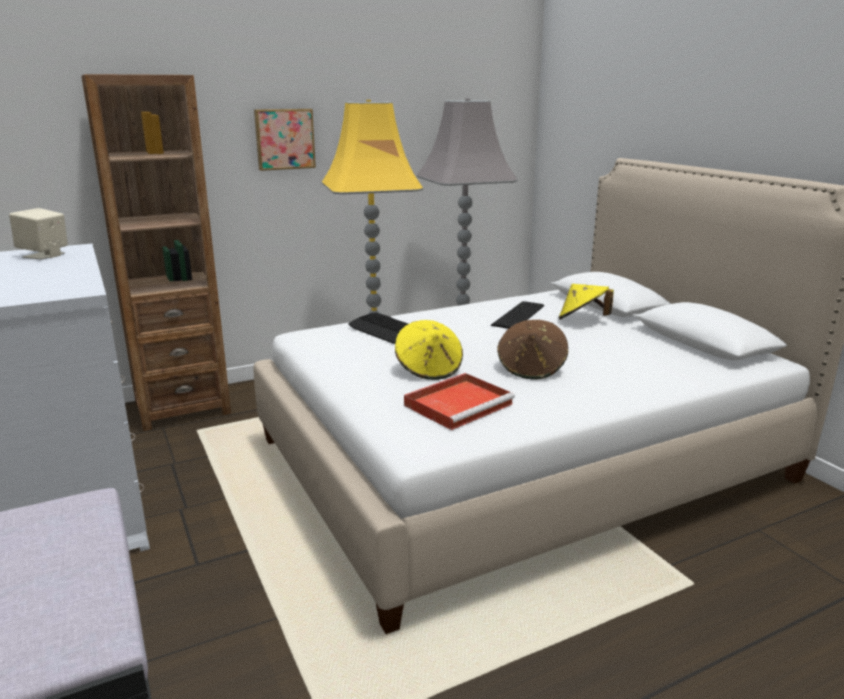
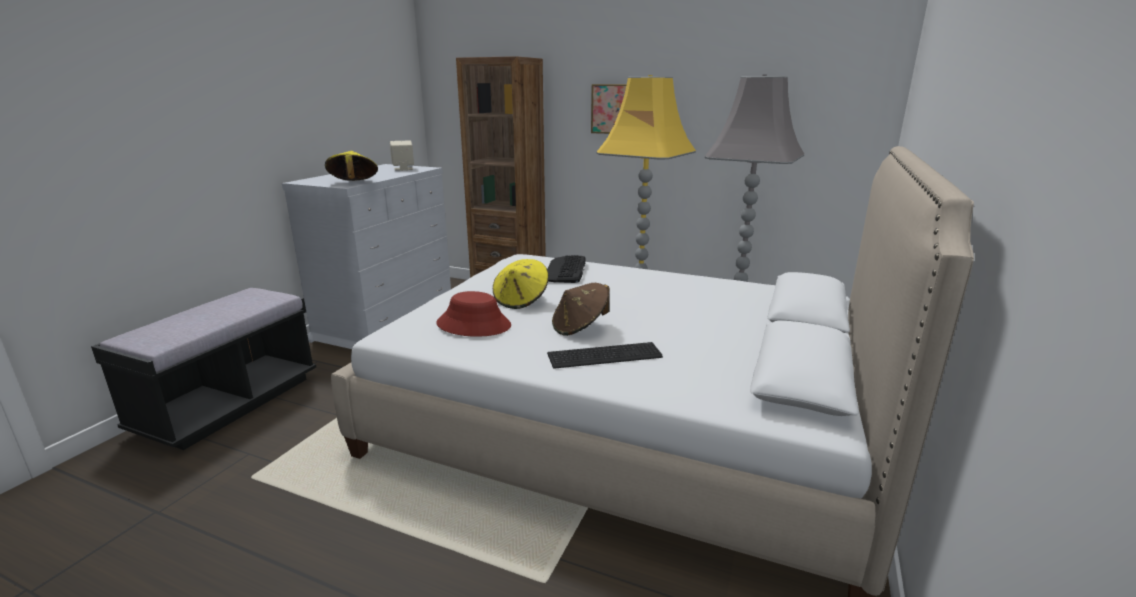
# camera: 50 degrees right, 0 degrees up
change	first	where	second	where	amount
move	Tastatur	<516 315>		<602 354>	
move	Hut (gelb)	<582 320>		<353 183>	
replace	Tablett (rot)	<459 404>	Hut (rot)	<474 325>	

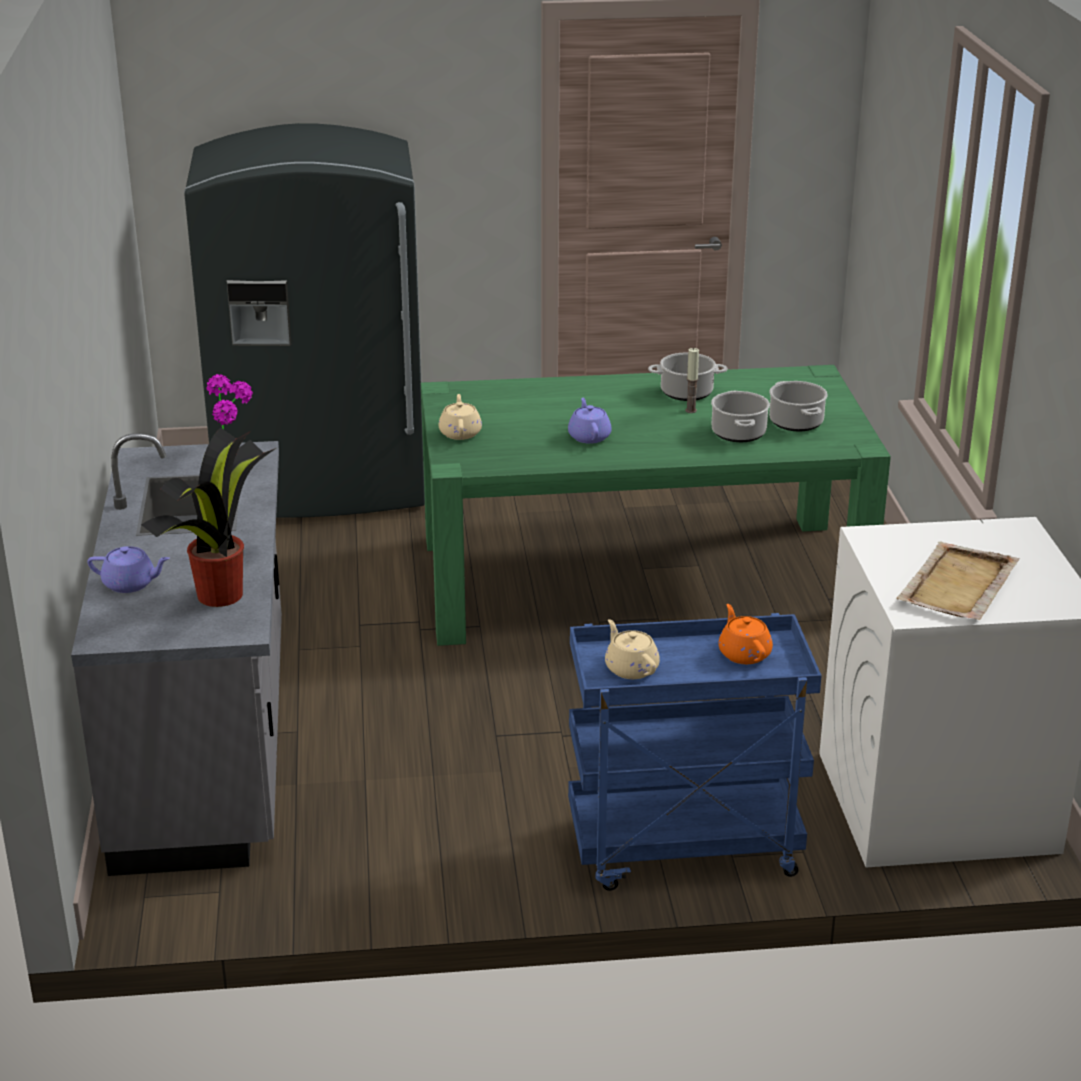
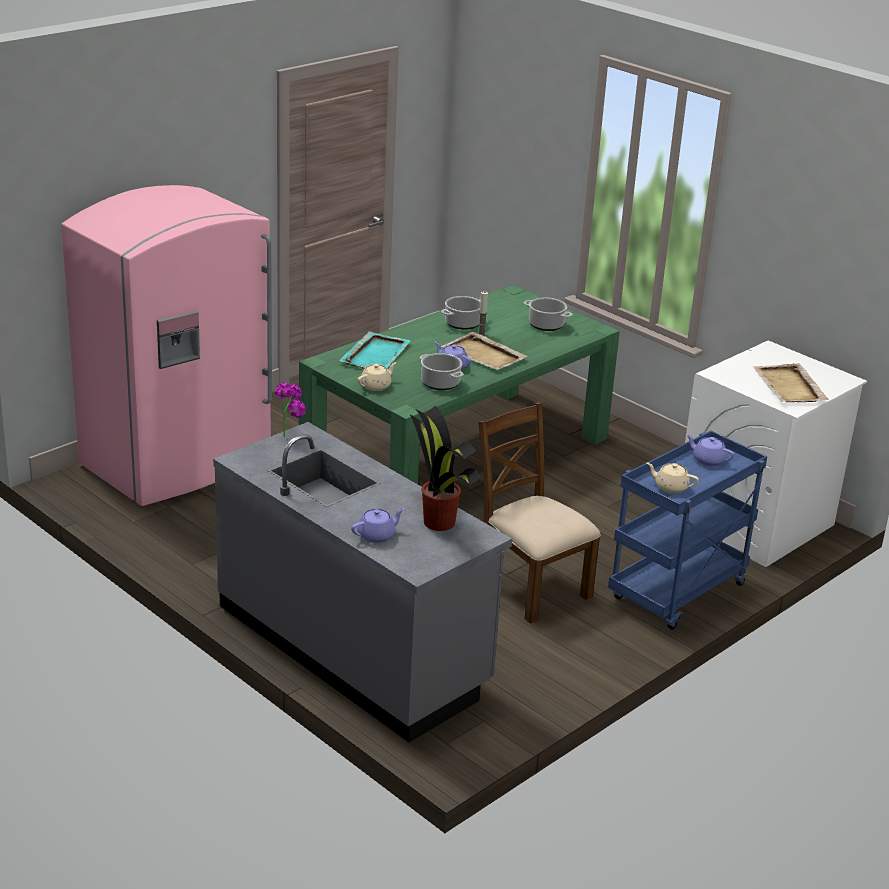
# camera: 40 degrees left, 0 degrees up
change	first	where	second	where	amount
insert			Tablett (türkis)	<376 354>	
insert			Tablett (beige)	<484 355>	
insert			Stuhl (braun)	<530 586>	
move	Kochtopf	<739 433>		<441 383>	
recolor	Kühlschrank (grau)	<322 485>	Kühlschrank (rosa)	<178 463>	
recolor	Teekanne (orange)	<744 653>	Teekanne (lila)	<708 460>	
rotate	Teekanne (beige)	<460 433>		<376 386>	90 degrees clockwise

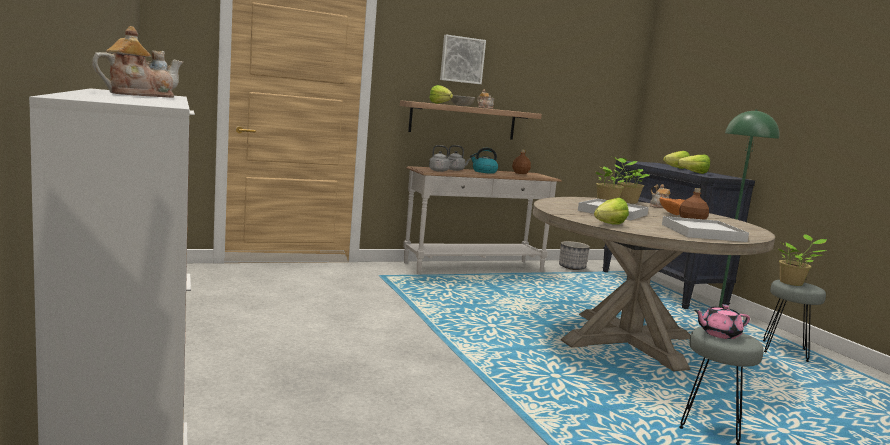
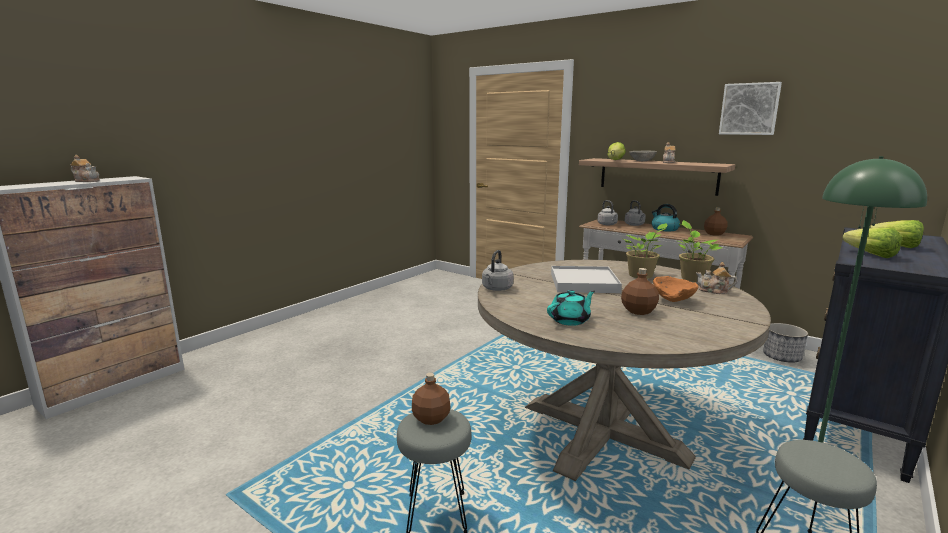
# camera: 60 degrees right, 5 degrees up
change	first	where	second	where	amount
delete	Topfpflanze	<792 283>			
move	Bild	<462 60>		<749 109>	
replace	Salatkopf	<606 225>	Wasserkessel (grau)	<496 289>	
replace	Tablett (weiß)	<702 233>	Teekanne (türkis)	<570 320>	
replace	Teekanne (rosa)	<718 334>	Flasche (braun)	<430 418>	

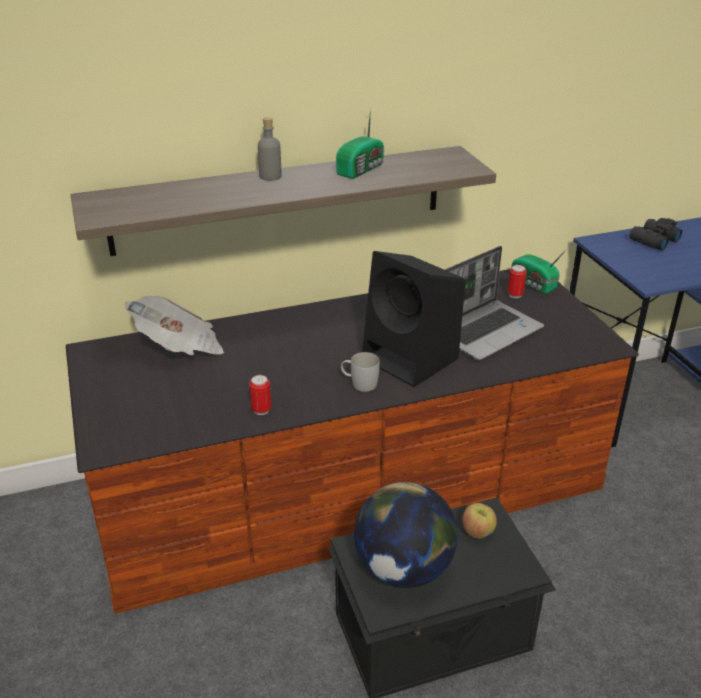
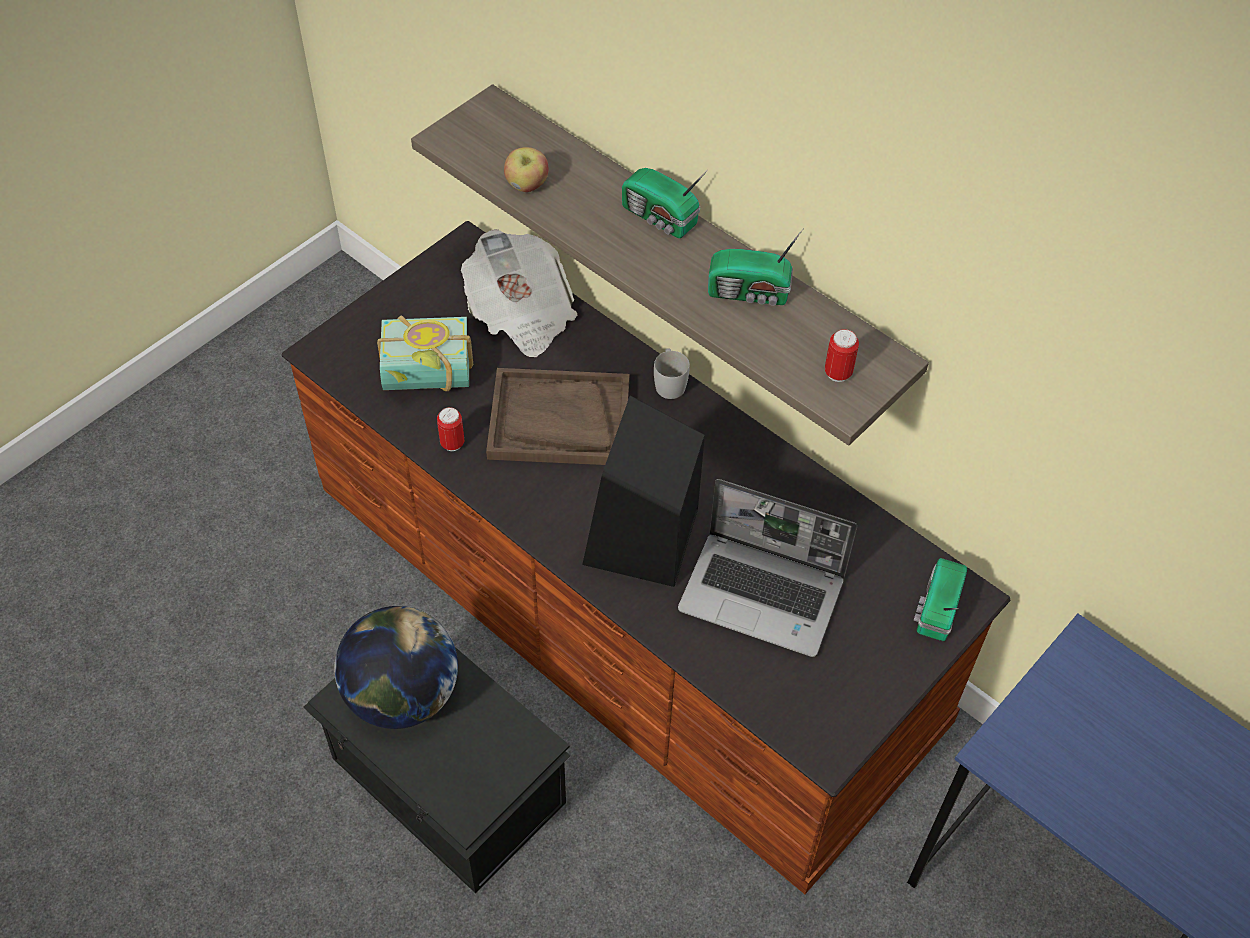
# camera: 60 degrees right, 20 degrees up
change	first	where	second	where	amount
delete	Fernglas (schwarz)	<652 241>			
insert			Buch	<427 379>	
insert			Tablett (braun)	<559 420>	
move	Henkelbecher (weiß)	<359 383>		<669 382>	
move	Apfel	<478 532>		<527 185>	
move	Dose	<515 295>		<838 373>	
replace	Flasche (grau)	<270 176>	Radio	<660 218>	

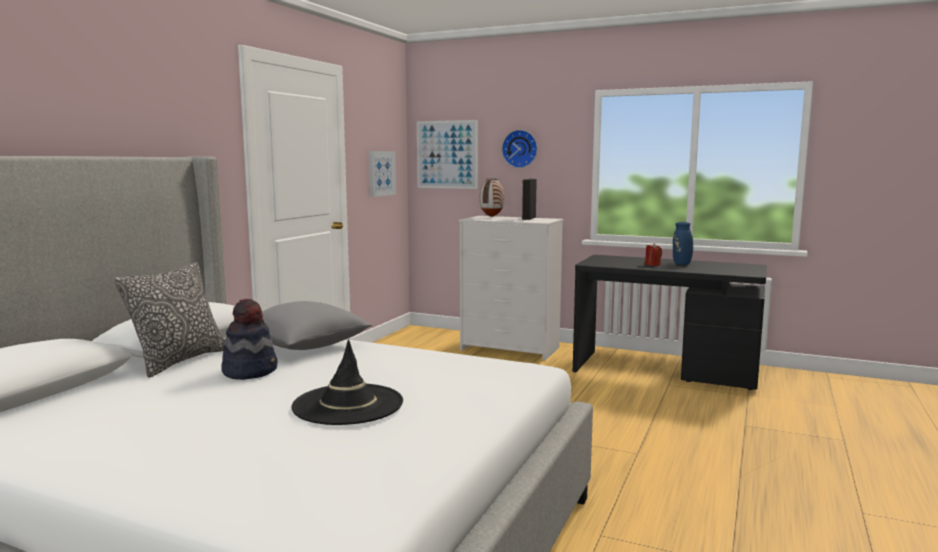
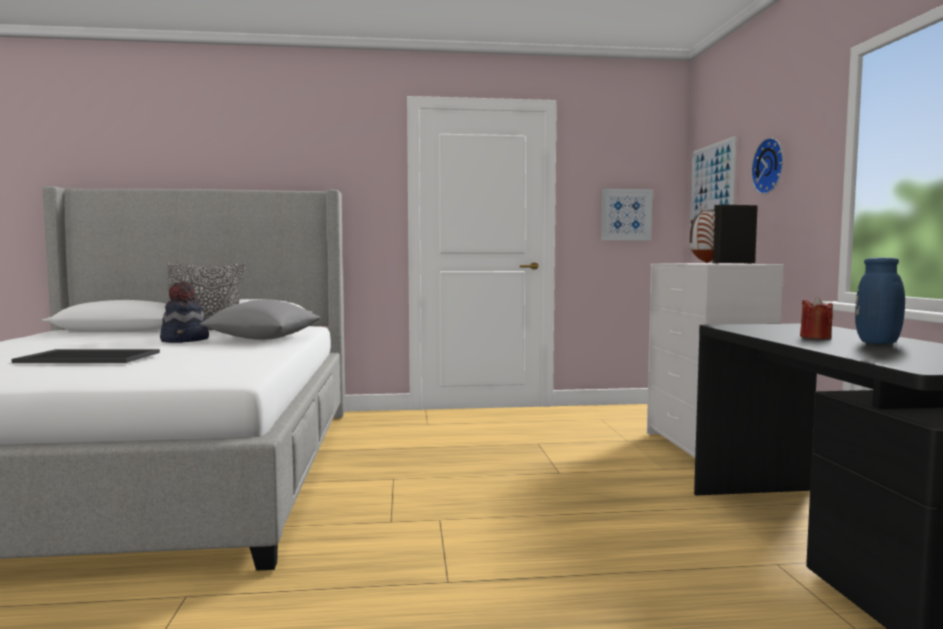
# camera: 60 degrees right, 5 degrees down
change	first	where	second	where	amount
replace	Hut (schwarz)	<348 405>	Tablett	<91 357>	

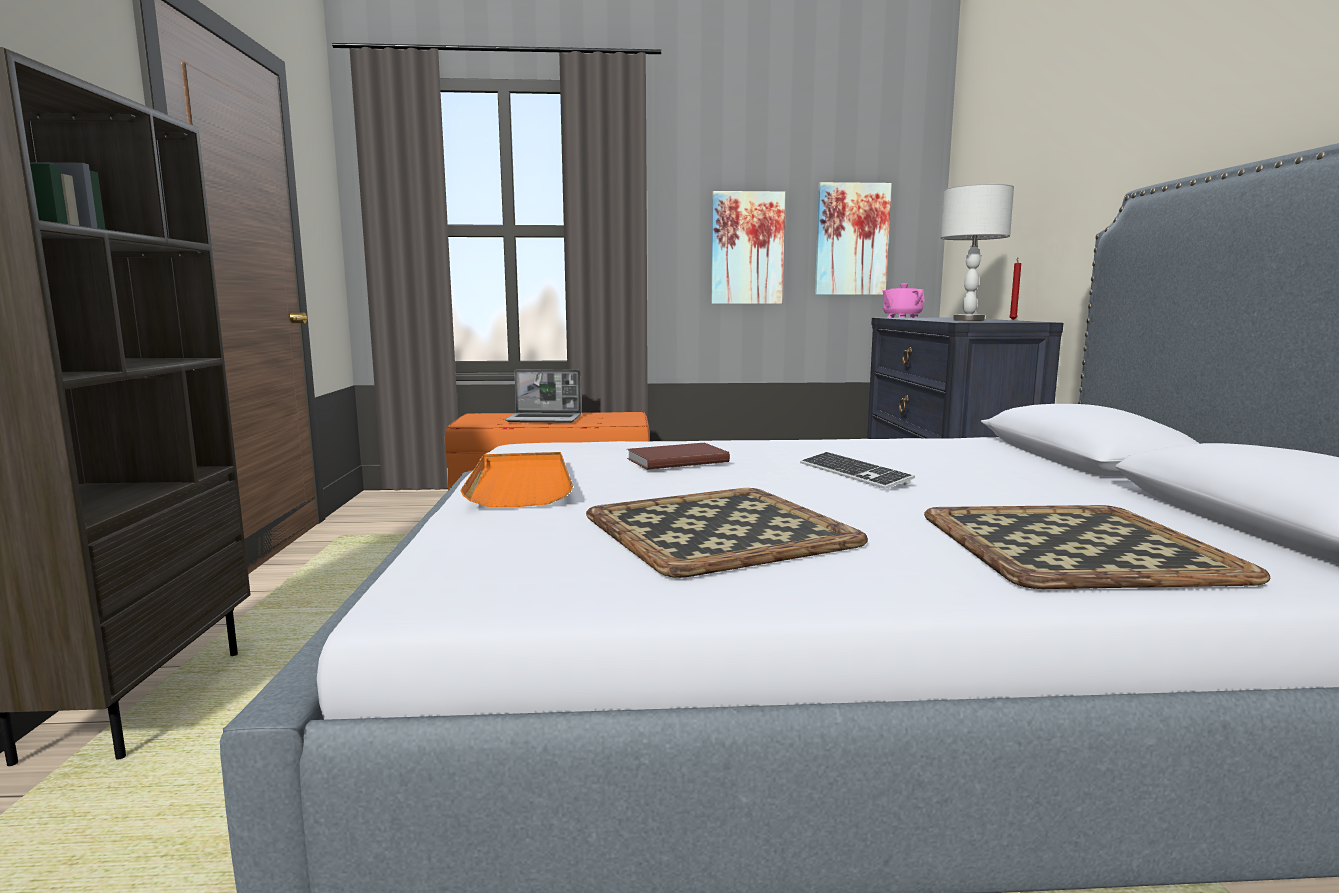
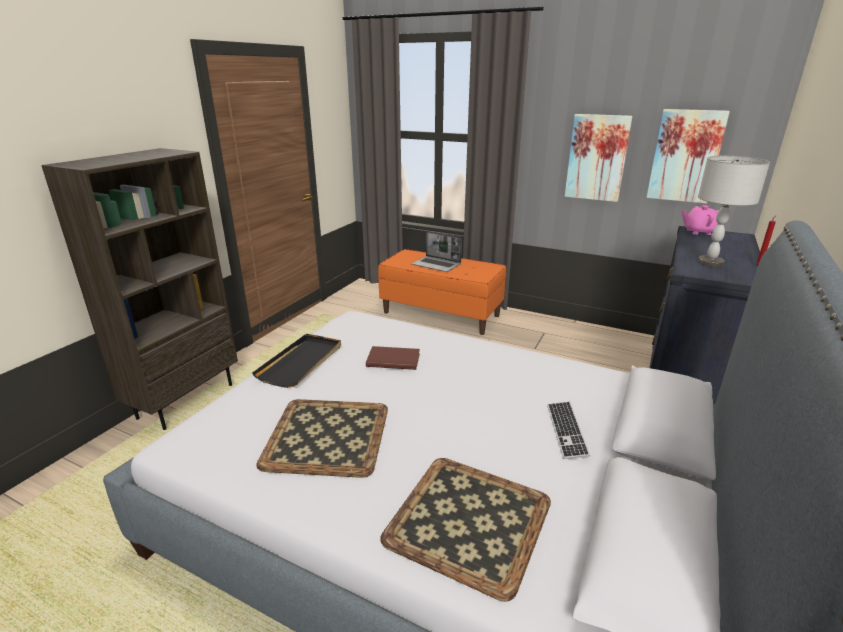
# camera: 30 degrees right, 15 degrees up
change	first	where	second	where	amount
move	Tastatur	<853 473>		<566 430>	
recolor	Tablett (orange)	<520 484>	Tablett (schwarz)	<301 362>	

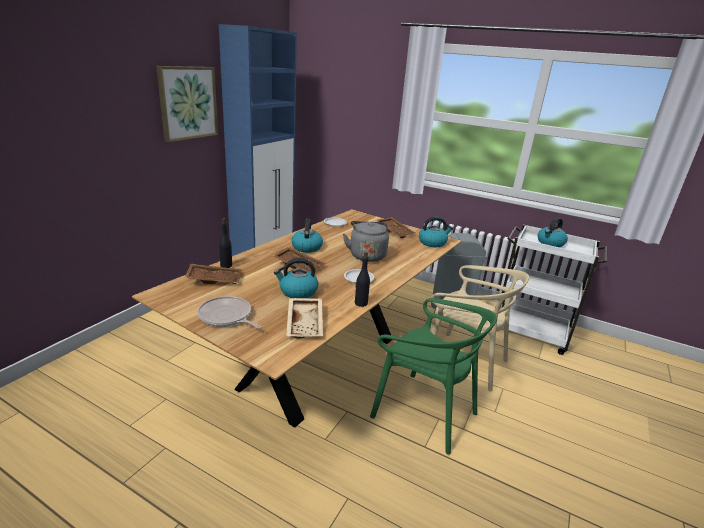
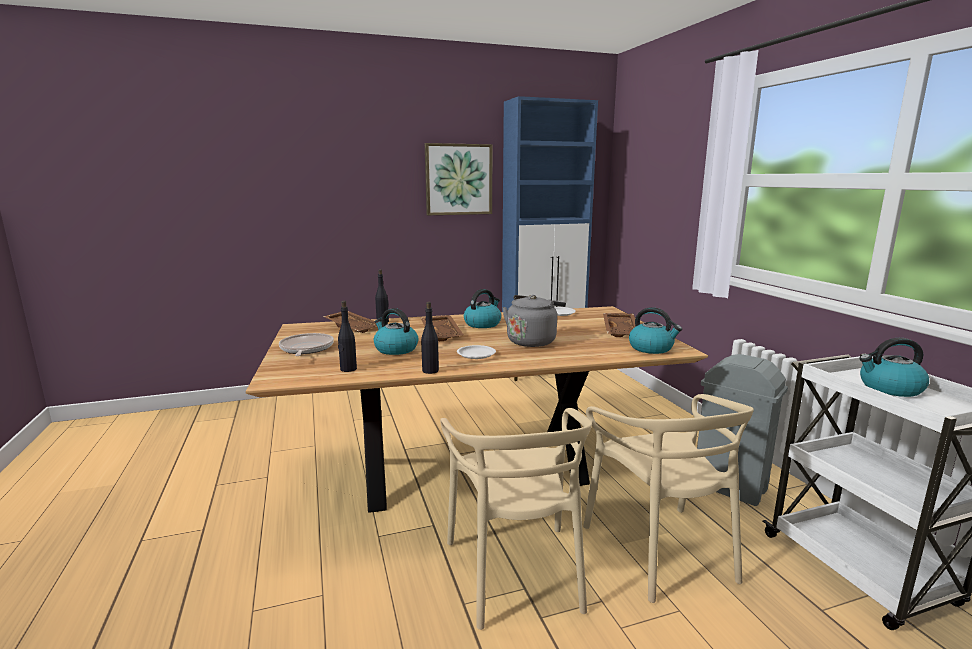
# camera: 45 degrees right, 10 degrees down
change	first	where	second	where	amount
replace	Tablett (beige)	<306 324>	Flasche (schwarz)	<348 369>	
recolor	Stuhl (grün)	<424 412>	Stuhl (beige)	<516 572>	

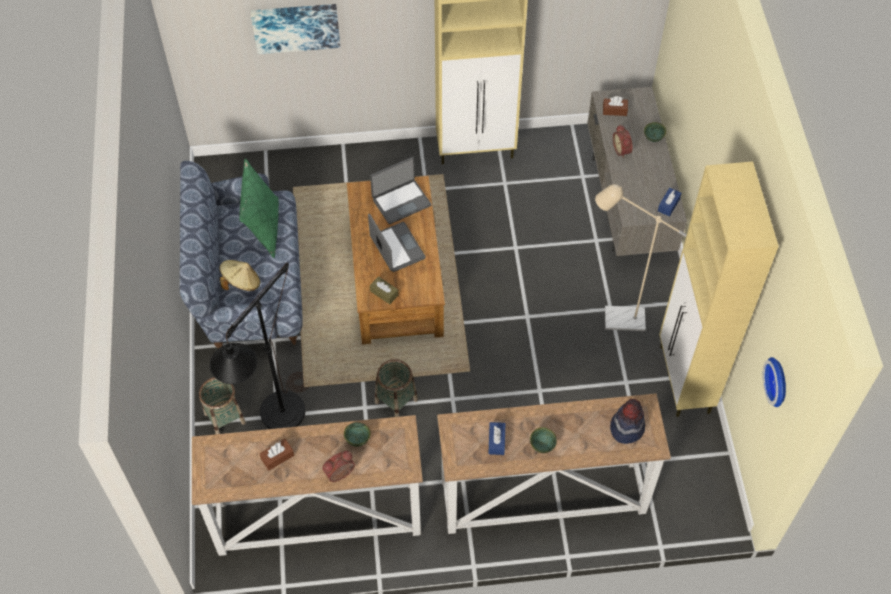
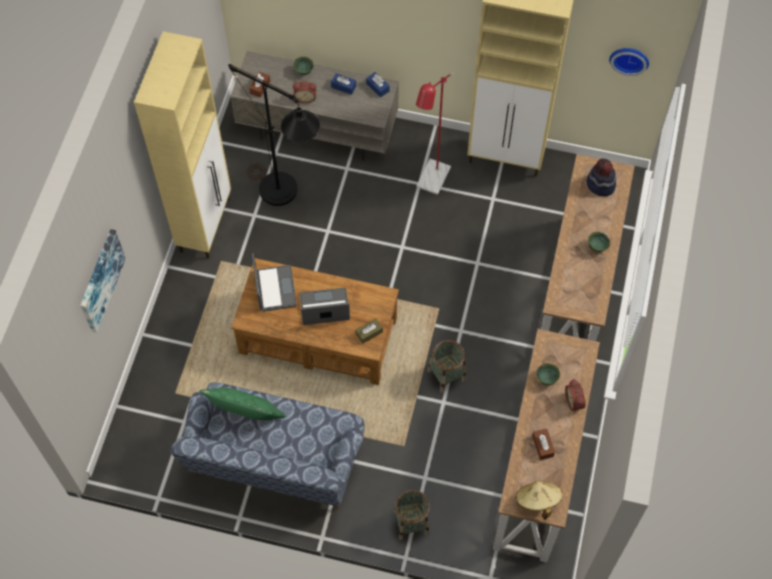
# camera: 70 degrees left, 5 degrees up
change	first	where	second	where	amount
move	Stehlampe (schwarz)	<276 423>		<286 196>	
move	Hut (beige)	<241 283>		<537 501>	
move	Taschentuchbox (blau)	<496 441>		<343 86>	
recolor	Stehlampe (beige)	<616 319>	Stehlampe (rot)	<431 183>	

